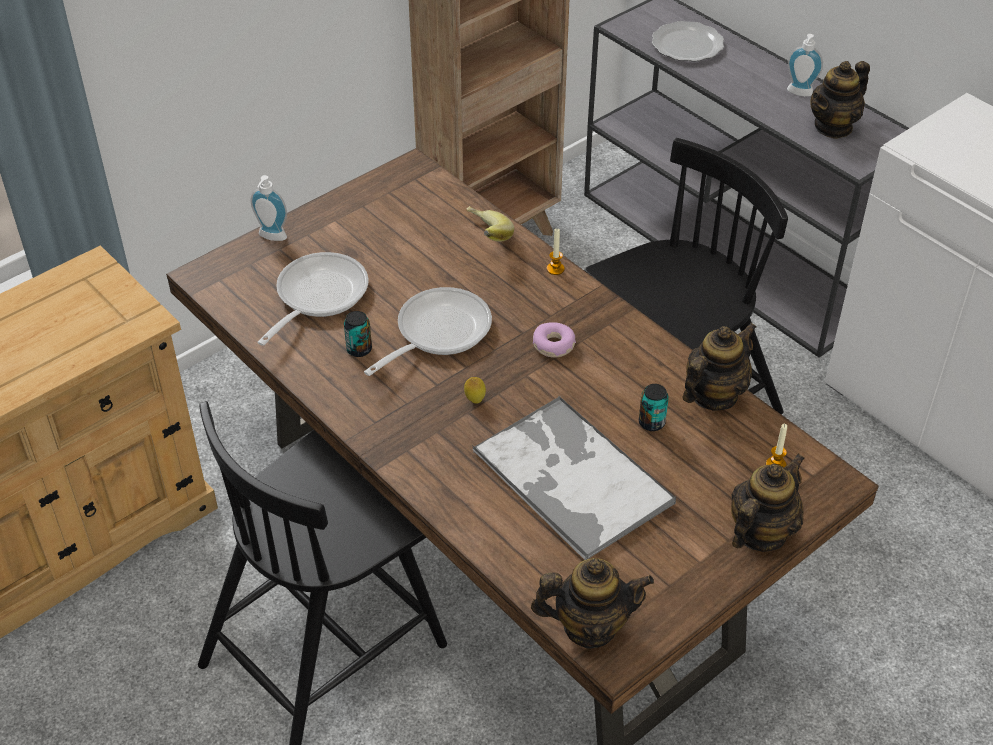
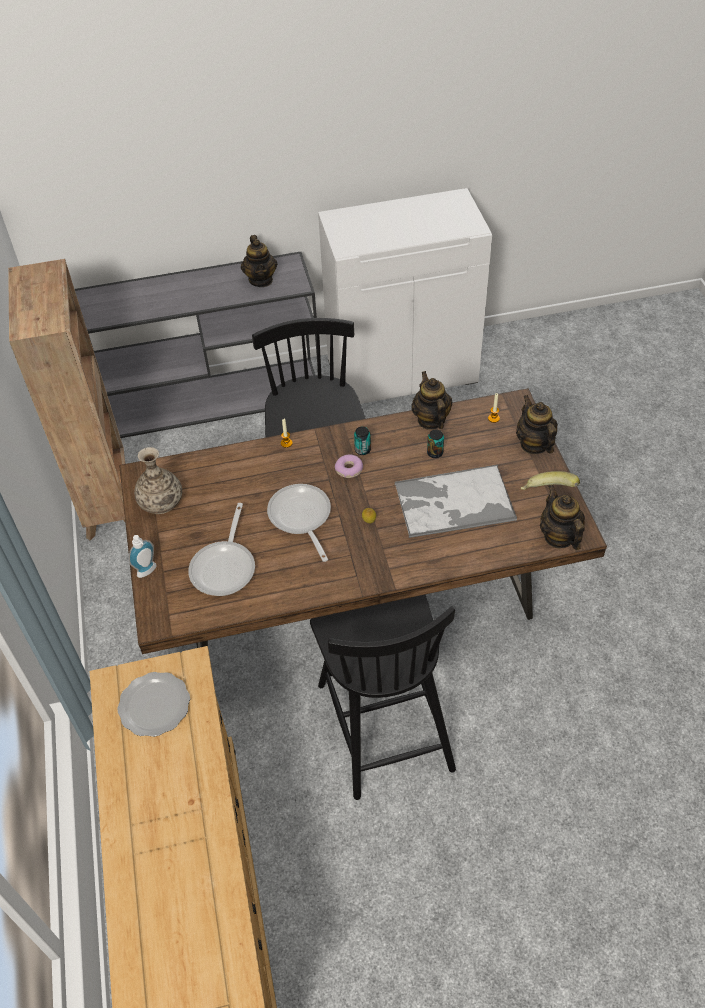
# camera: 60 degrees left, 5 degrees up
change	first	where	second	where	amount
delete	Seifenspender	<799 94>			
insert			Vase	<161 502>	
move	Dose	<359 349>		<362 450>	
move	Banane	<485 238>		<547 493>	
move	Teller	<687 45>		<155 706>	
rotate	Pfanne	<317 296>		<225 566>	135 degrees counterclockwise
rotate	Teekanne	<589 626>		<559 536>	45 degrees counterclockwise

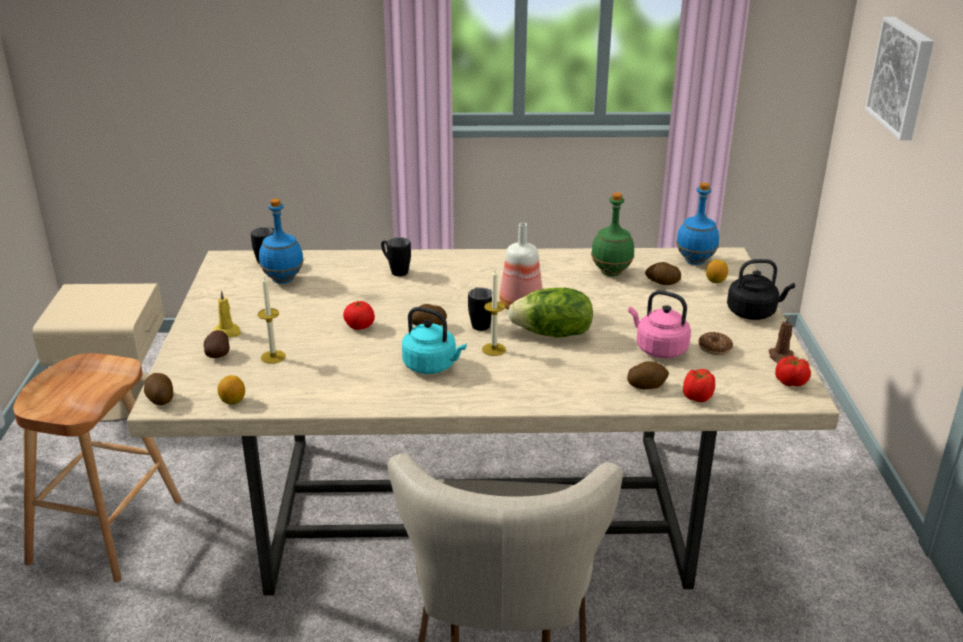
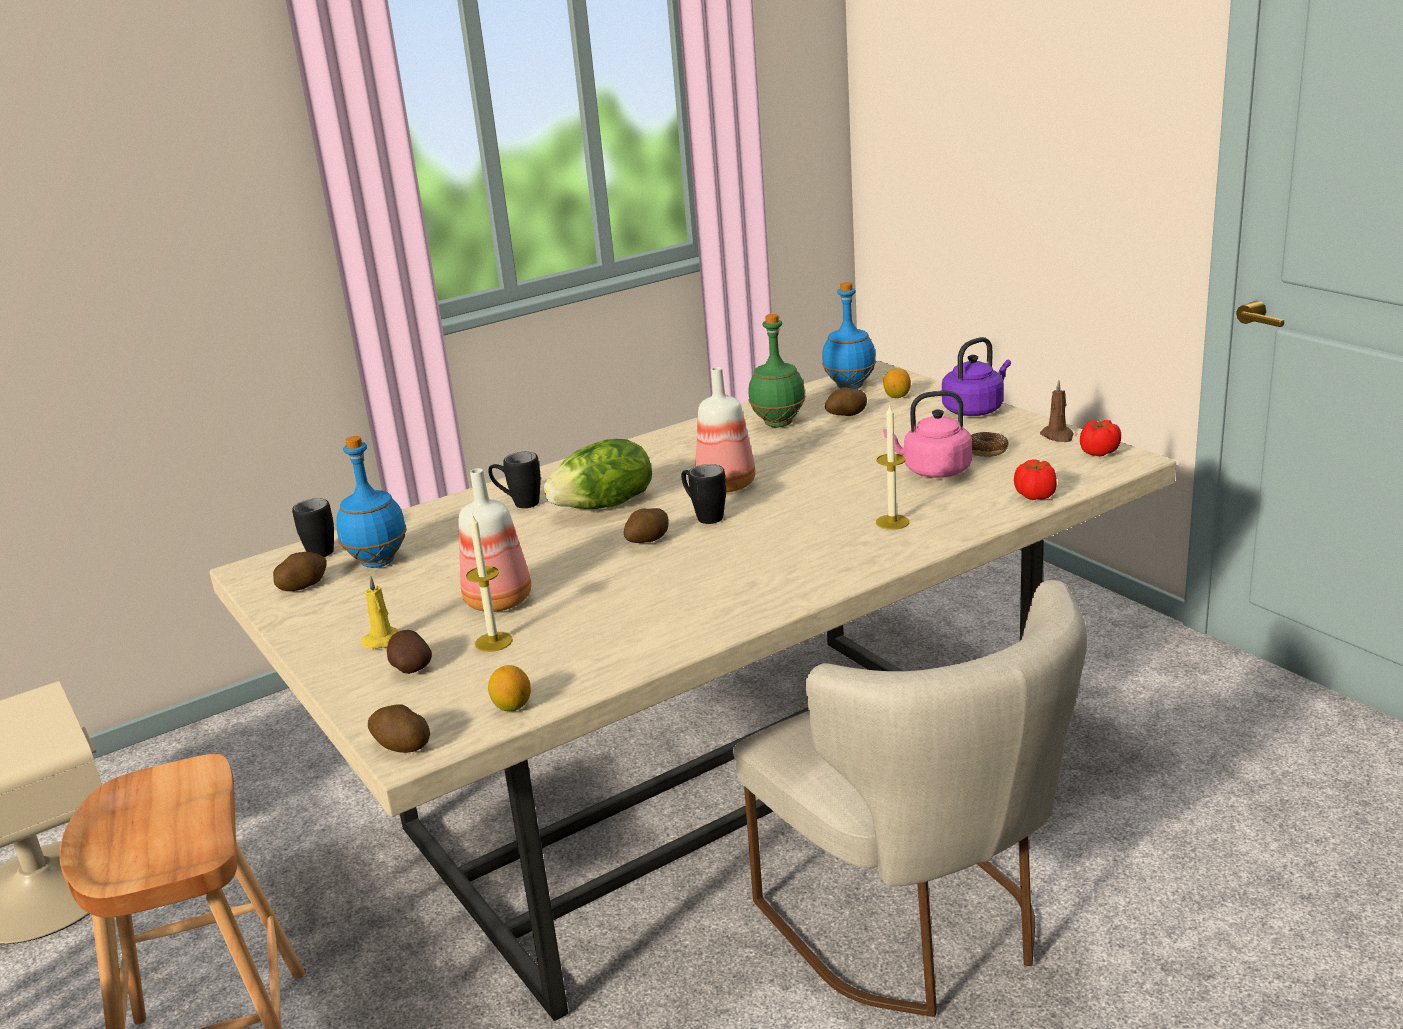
# camera: 30 degrees left, 5 degrees down
change	first	where	second	where	amount
delete	Tomate	<360 326>			
delete	Wasserkessel (türkis)	<432 366>			
delete	Bild	<903 77>			
insert			Flasche	<500 600>	
move	Kerze	<494 349>		<892 522>	
move	Salatkopf	<553 334>		<605 505>	
move	Kartoffel	<646 385>		<303 585>	
recolor	Wasserkessel (schwarz)	<753 312>	Wasserkessel (lila)	<975 409>	

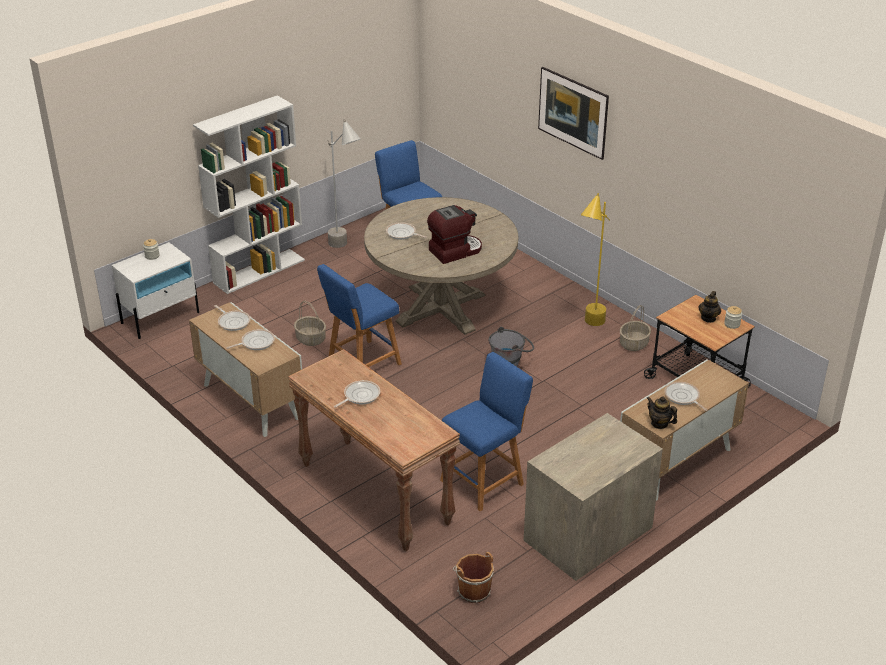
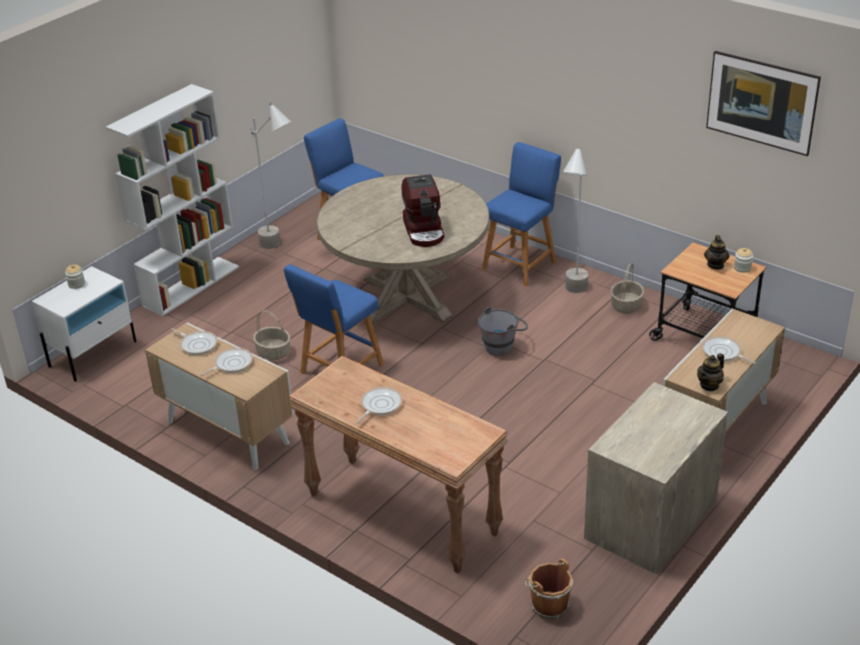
# camera: 10 degrees left, 0 degrees up
change	first	where	second	where	amount
delete	Pfanne	<402 234>			
move	Hocker (blau)	<485 480>		<521 264>	
move	Bild	<572 128>		<759 121>	
recolor	Stehlampe (gelb)	<589 329>	Stehlampe (grau)	<573 297>	
rotate	Kaffeemaschine	<455 251>		<424 231>	120 degrees clockwise
rotate	Teekanne	<659 423>		<709 385>	75 degrees counterclockwise

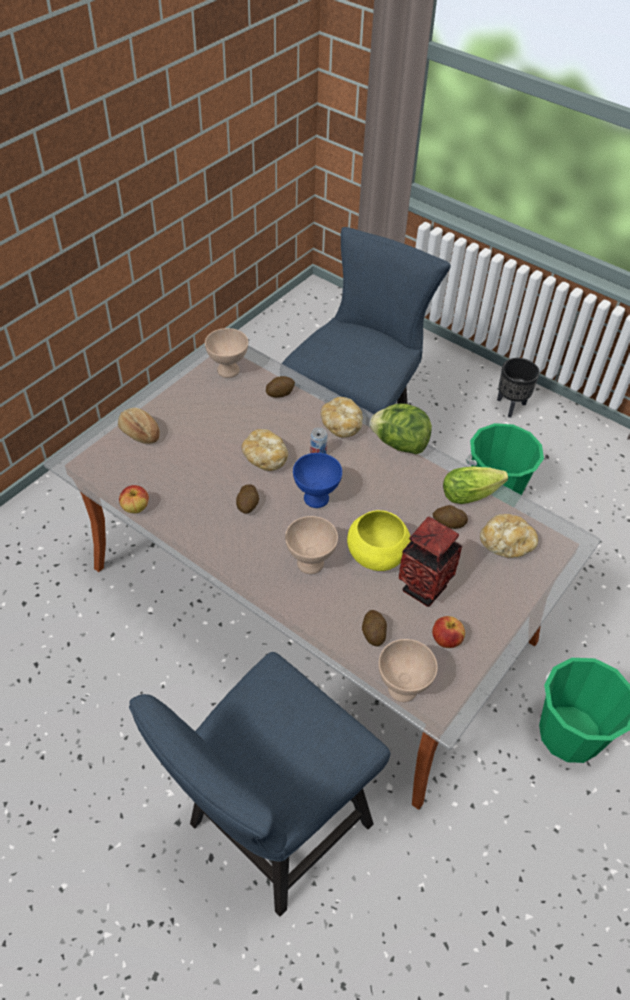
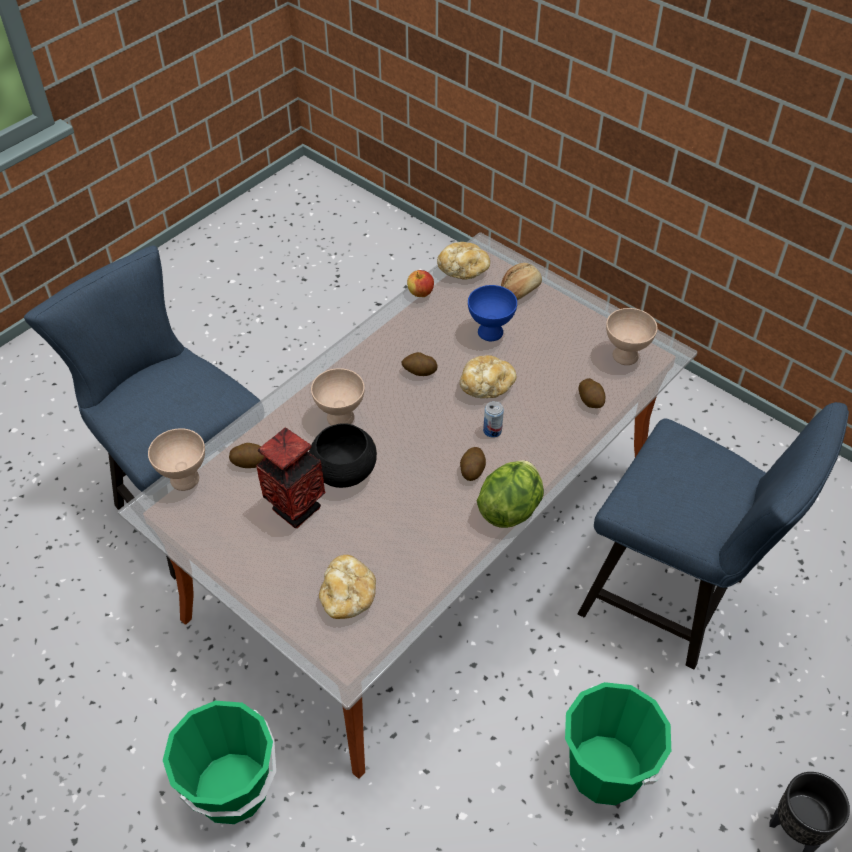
# camera: 95 degrees right, 0 degrees up
change	first	where	second	where	amount
delete	Apfel	<446 640>			
delete	Salatkopf	<473 493>			
move	Schüssel (blau)	<315 498>		<490 332>	
move	Brot	<341 425>		<463 270>	
move	Kartoffel	<448 523>		<472 470>	
recolor	Schüssel (gelb)	<376 556>	Schüssel (schwarz)	<343 472>	

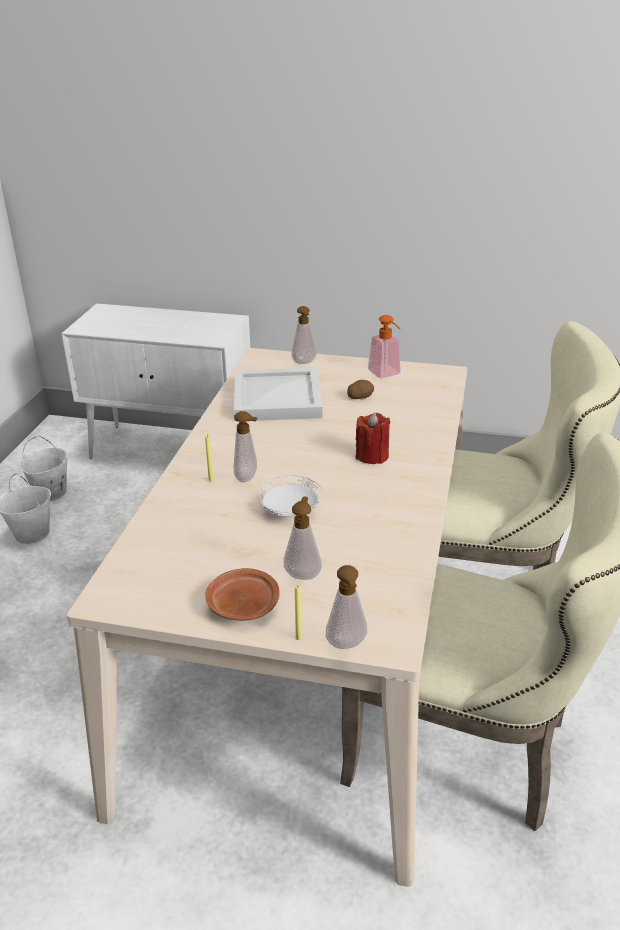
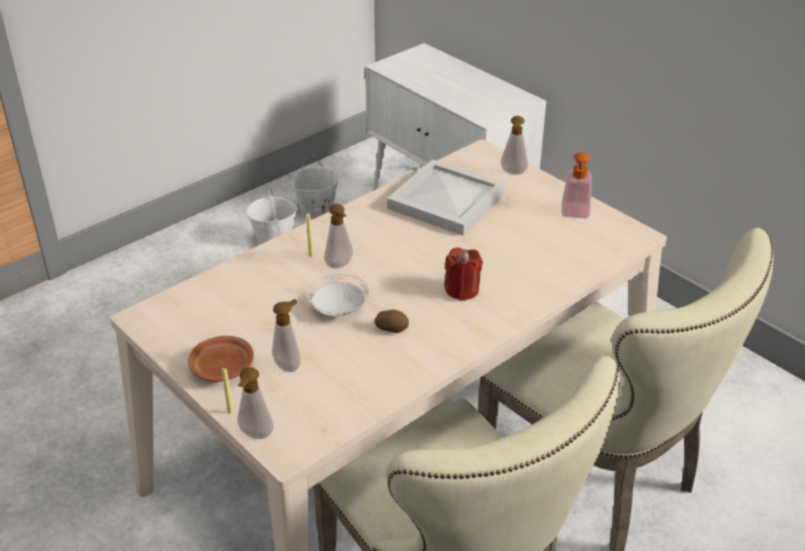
# camera: 35 degrees right, 5 degrees up
change	first	where	second	where	amount
move	Kartoffel	<360 397>		<392 328>	

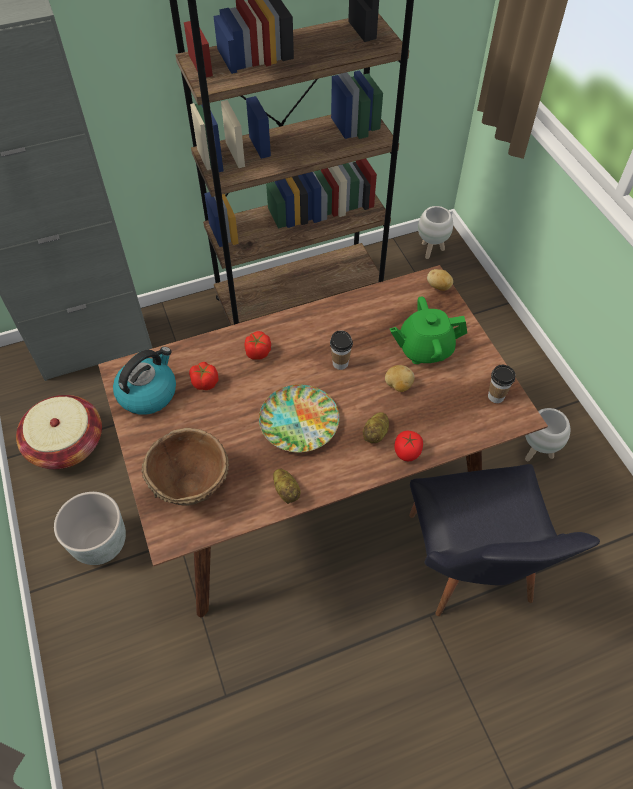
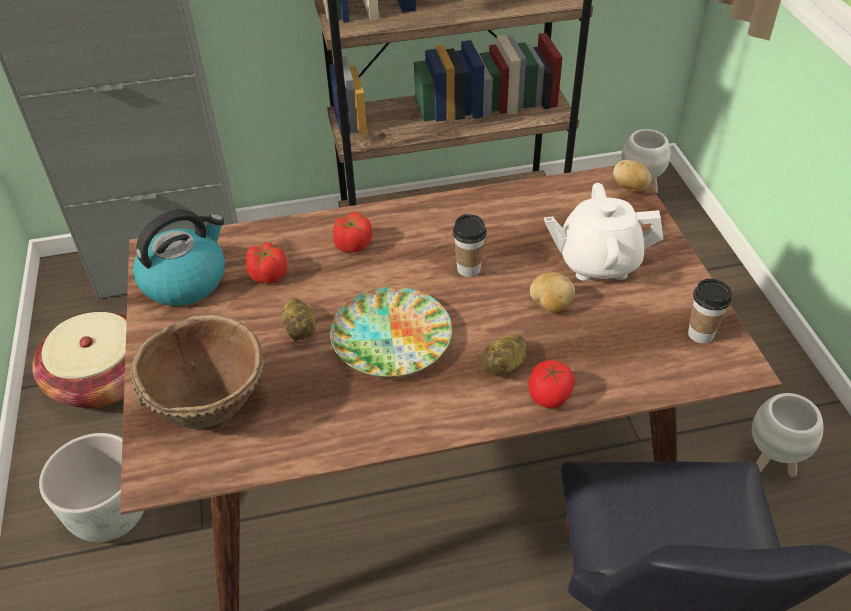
# camera: 10 degrees right, 10 degrees down
change	first	where	second	where	amount
move	Kartoffel	<287 490>		<301 329>	
recolor	Teekanne (grün)	<424 349>	Teekanne (weiß)	<597 262>	

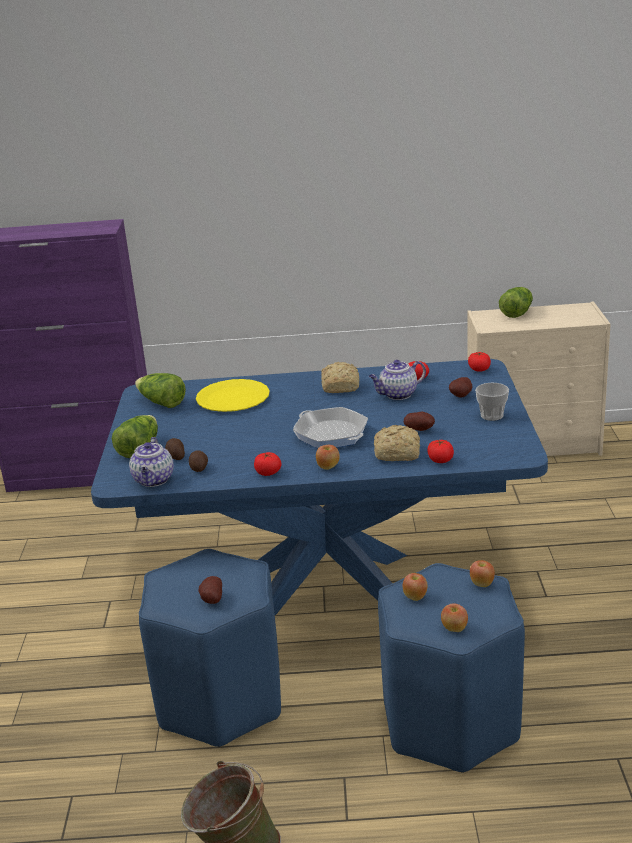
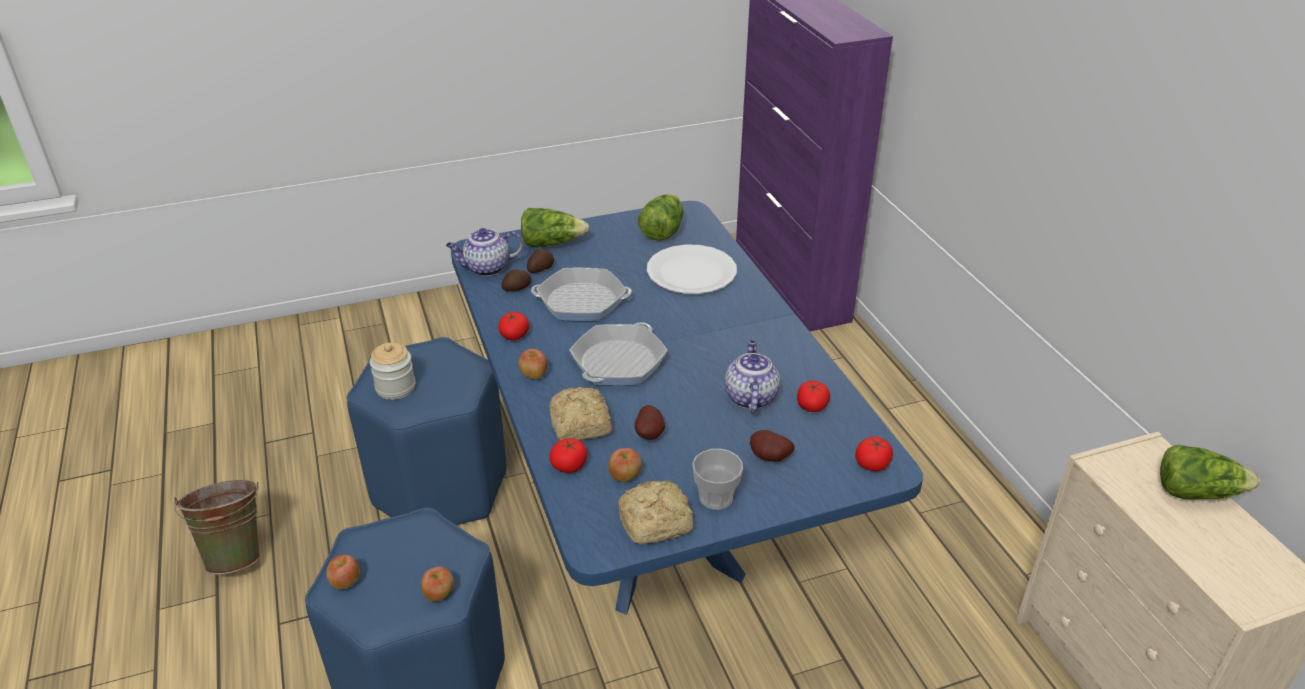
# camera: 70 degrees right, 10 degrees up
change	first	where	second	where	amount
insert			Pfanne	<581 301>	
move	Brot	<341 386>		<657 522>	
move	Apfel	<415 597>		<625 477>	
replace	Kartoffel	<211 600>	Vorratsglas	<395 388>	
recolor	Teller (gelb)	<232 398>	Teller (weiß)	<691 272>	
rotate	Teekanne	<397 395>		<750 397>	45 degrees clockwise

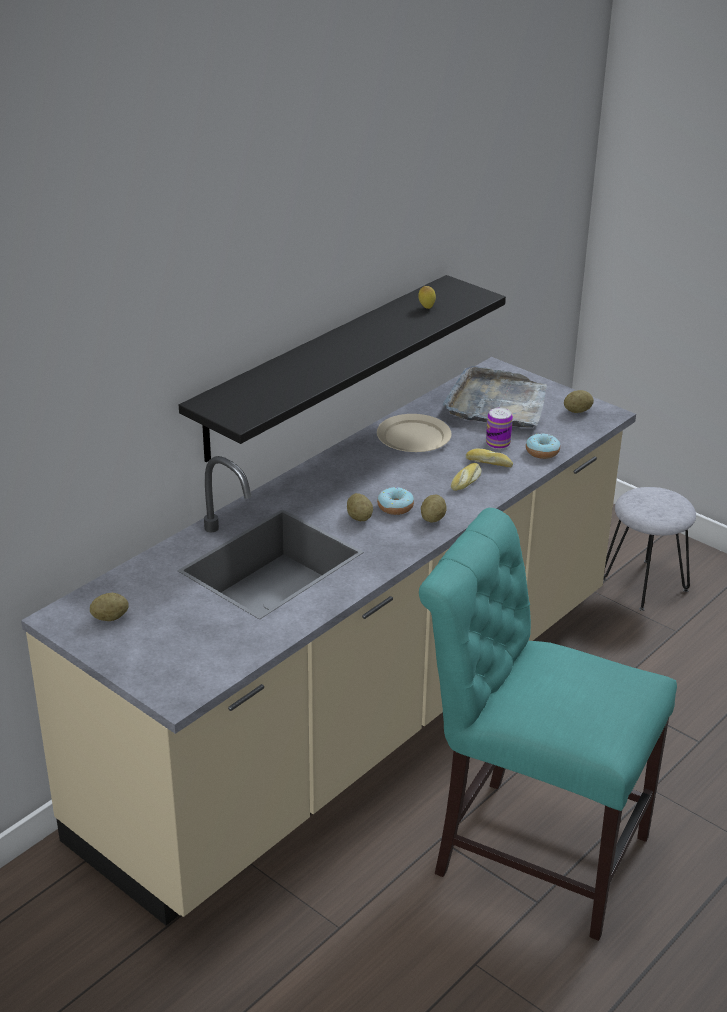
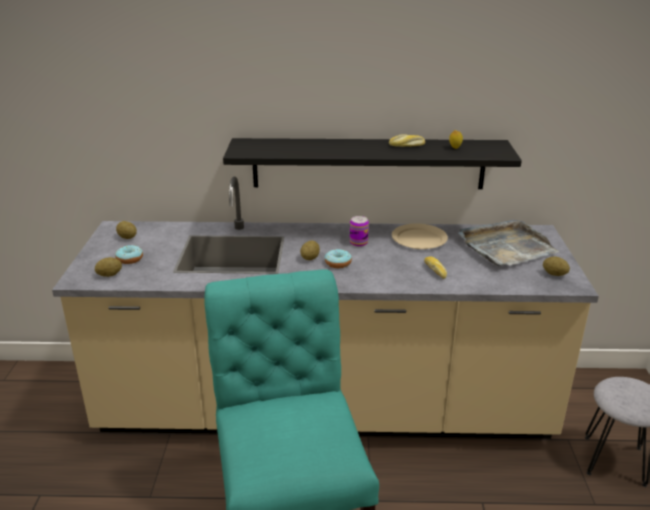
# camera: 50 degrees right, 5 degrees down
change	first	where	second	where	amount
move	Kartoffel	<432 519>		<109 275>	
move	Brot	<466 481>		<407 145>	
move	Dose	<498 443>		<358 243>	
move	Donut	<542 452>		<130 259>	

